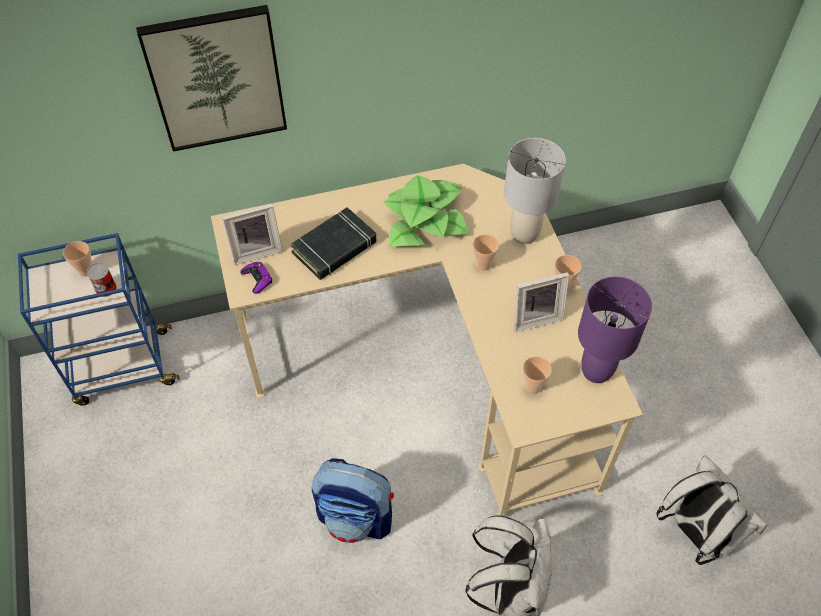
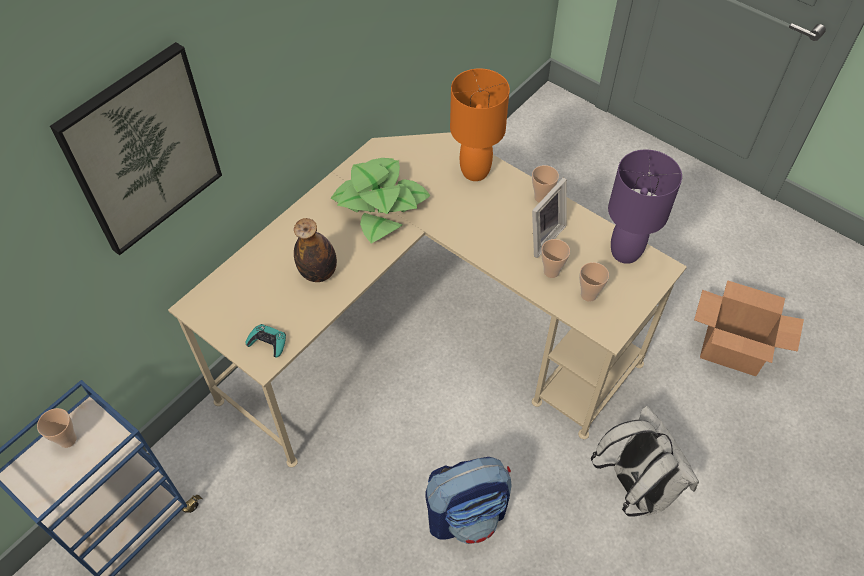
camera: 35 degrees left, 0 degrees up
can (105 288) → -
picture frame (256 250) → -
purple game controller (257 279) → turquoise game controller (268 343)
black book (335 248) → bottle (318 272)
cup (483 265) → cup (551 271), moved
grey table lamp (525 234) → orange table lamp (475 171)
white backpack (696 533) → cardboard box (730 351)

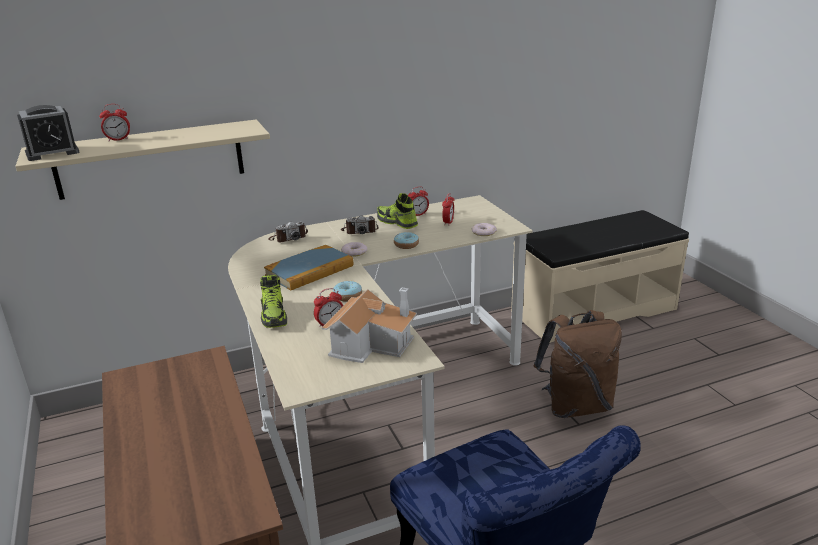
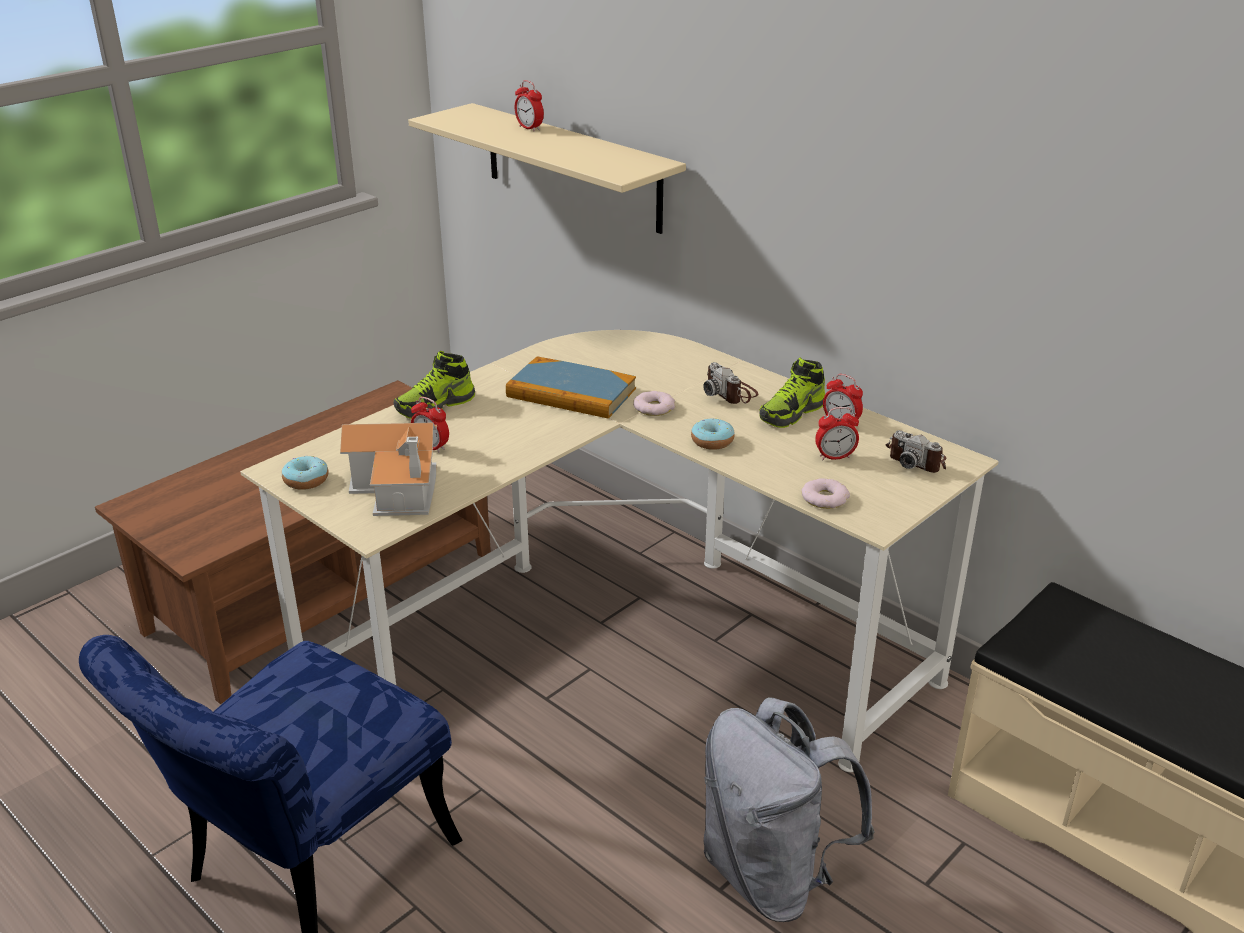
camera: 65 degrees right, 5 degrees up
alarm clock (52 153) → -
photo camera (288 238) → photo camera (917 460), moved
donut (347 296) → donut (306 480), moved
shoe (397 222) → shoe (792 413), 150 degrees counterclockwise
brown backpack (576 405) → grey backpack (772 875)

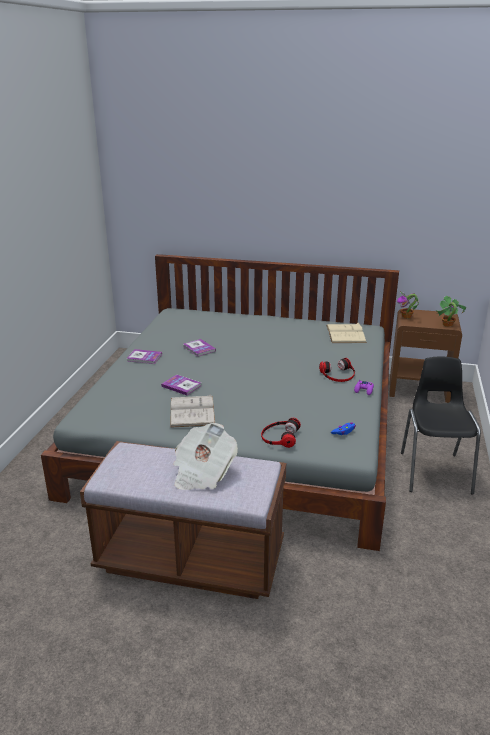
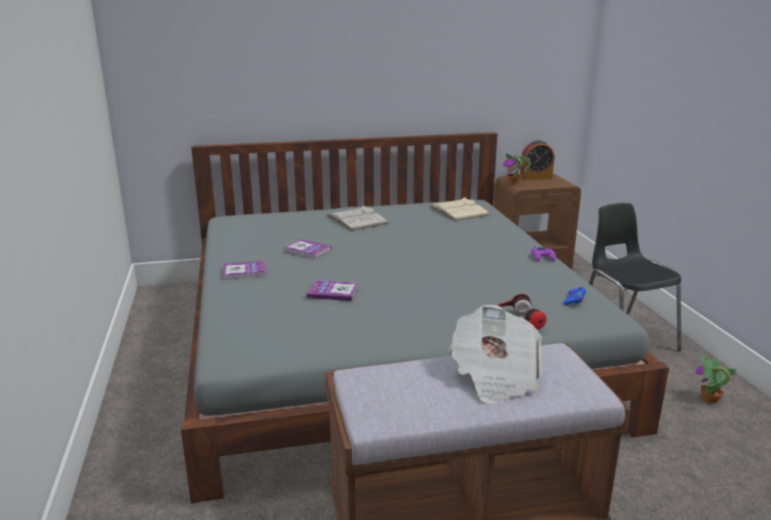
camera: 25 degrees left, 5 degrees down
white book (192 411) → white book (357 219), moved
headphones (338 374) → -
potted plant (447 325) → potted plant (710 399), moved
- → alarm clock (536 177)

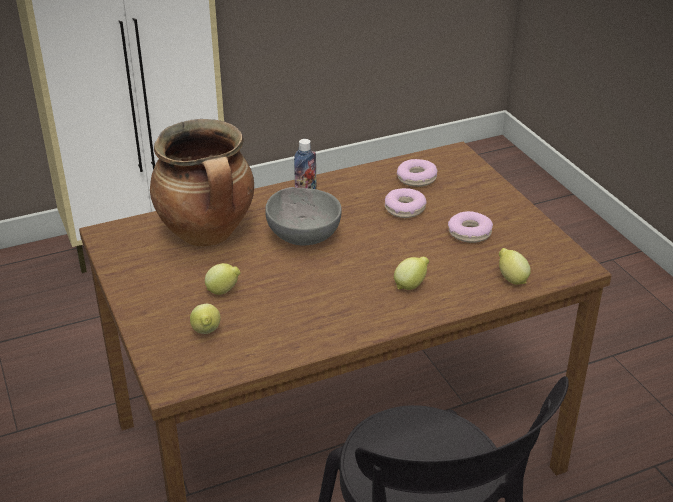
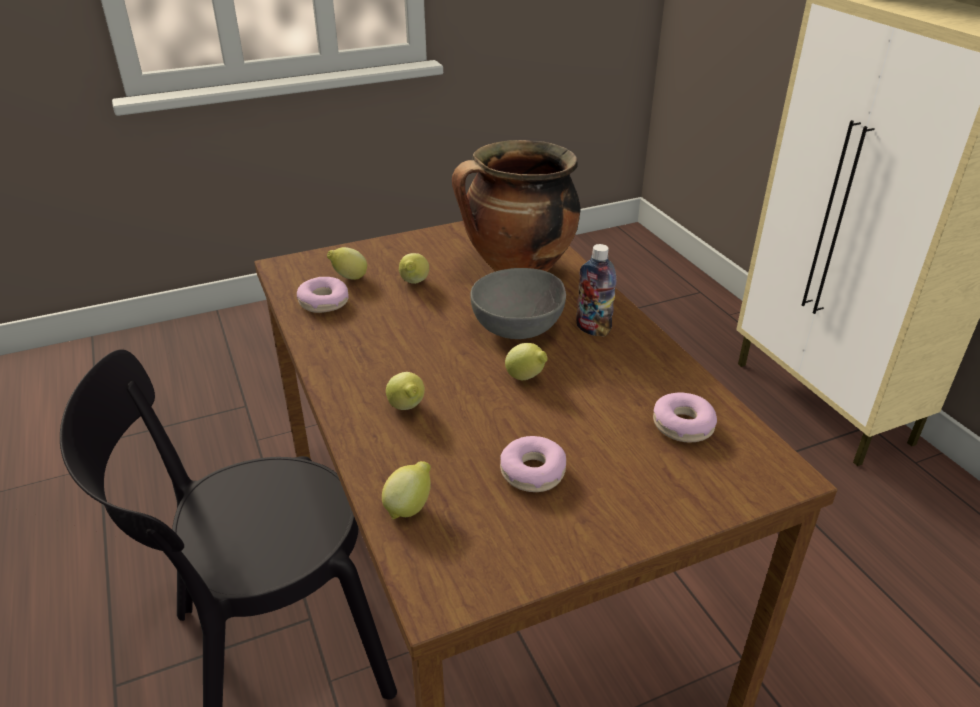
camera: 90 degrees right, 0 degrees up
donut (405 209) → donut (324 302), moved
- → lemon (526 378)

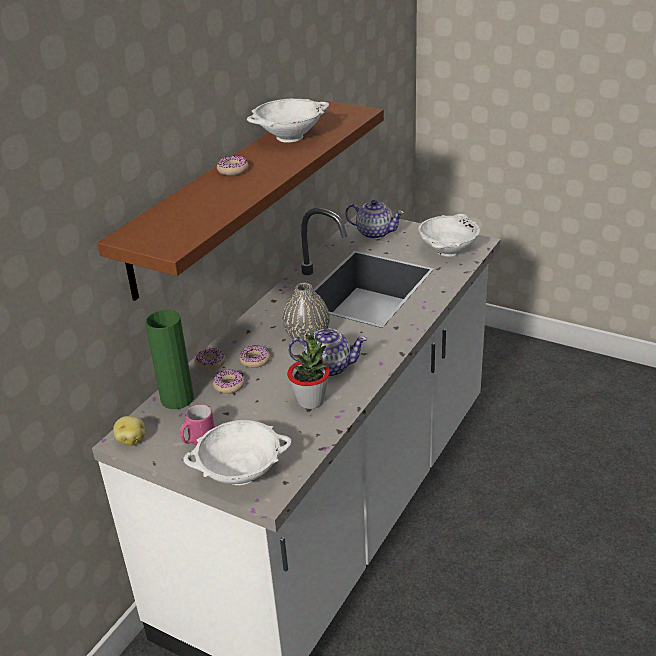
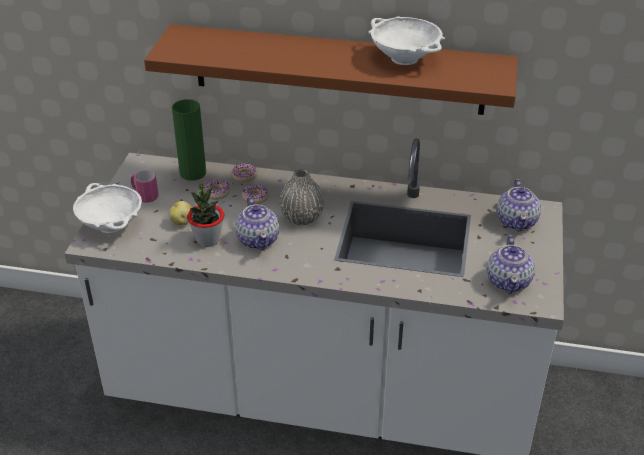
camera: 70 degrees right, 5 degrees up
potato (131 440) → potato (183 221), moved
donut (233 170) → -
white bowl (448 251) → teapot (509 281)

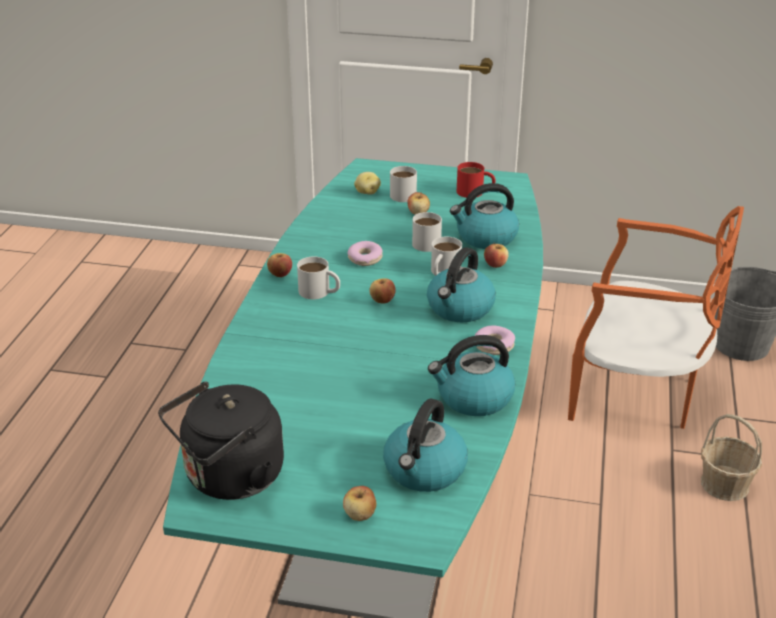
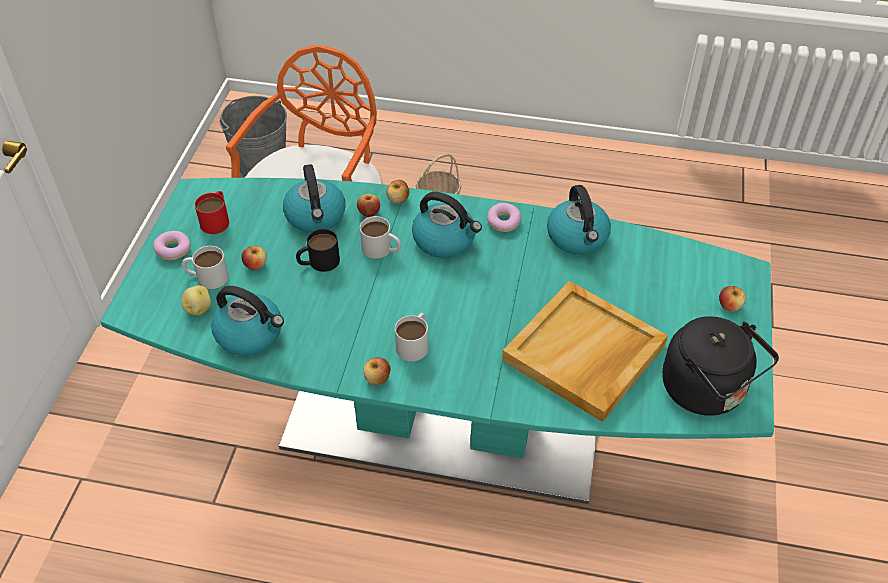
camera: 90 degrees left, 15 degrees up
donut (365 259) → donut (173 250), moved
apple (382 300) → apple (398 200), moved
kettle (424 470) → kettle (250 334), moved
white mug (423 241) → black mug (318 262)
- → beige tray (584 354)

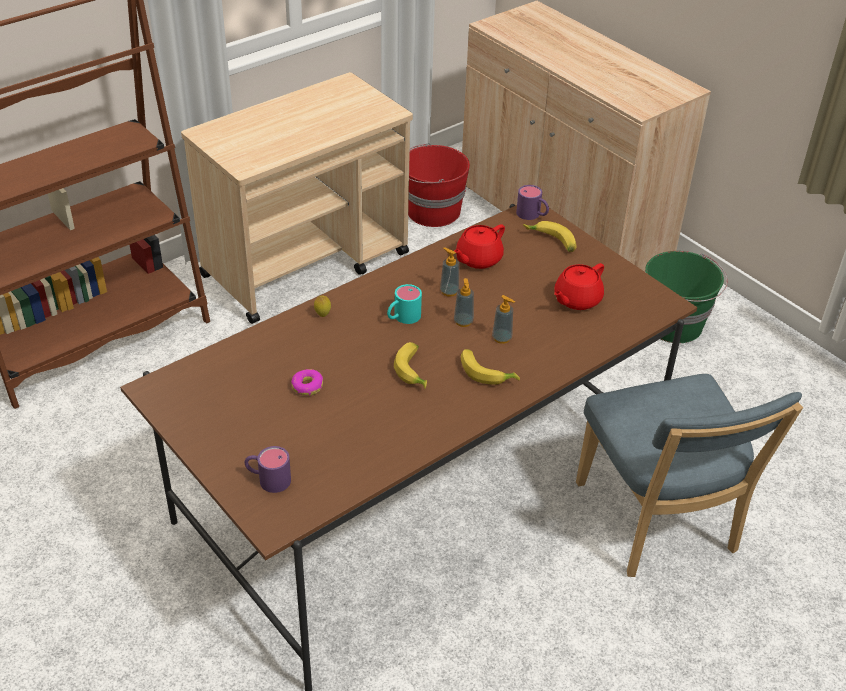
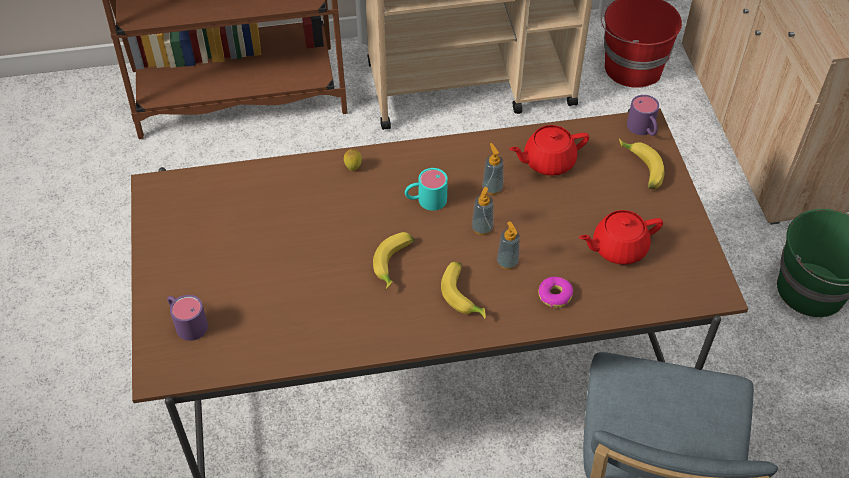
camera: 30 degrees right, 10 degrees up
donut (307 386) → donut (554 295), moved

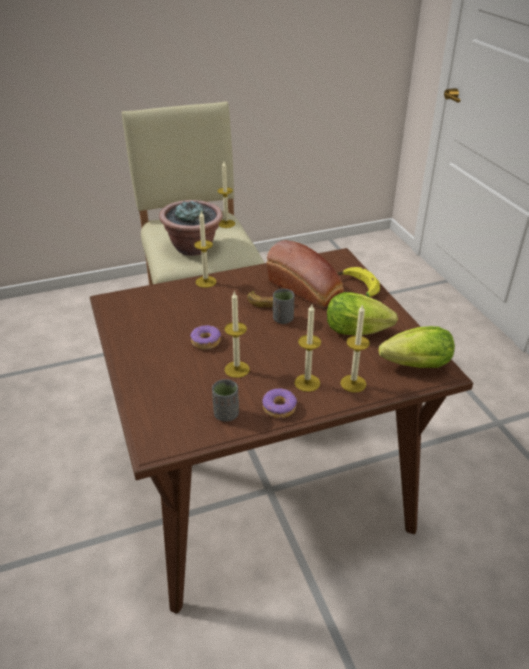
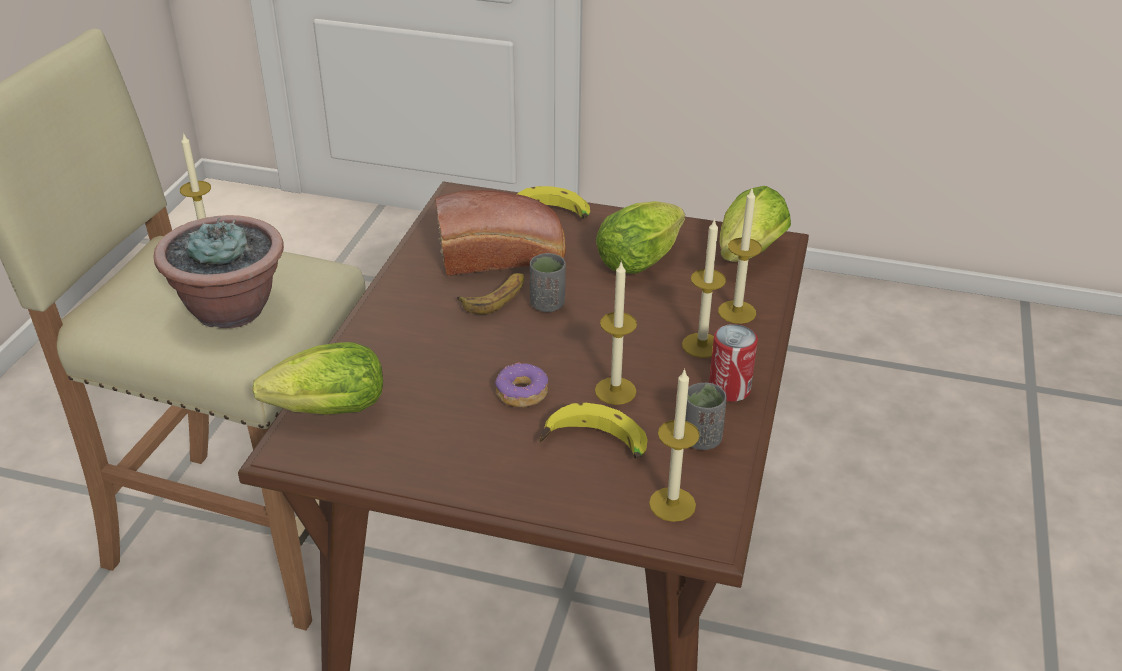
camera: 55 degrees left, 0 degrees up
candle (206 282) → candle (672 504), moved
donut (279 408) → can (729 389)
- → lettuce (322 412)
- → banana (593 446)

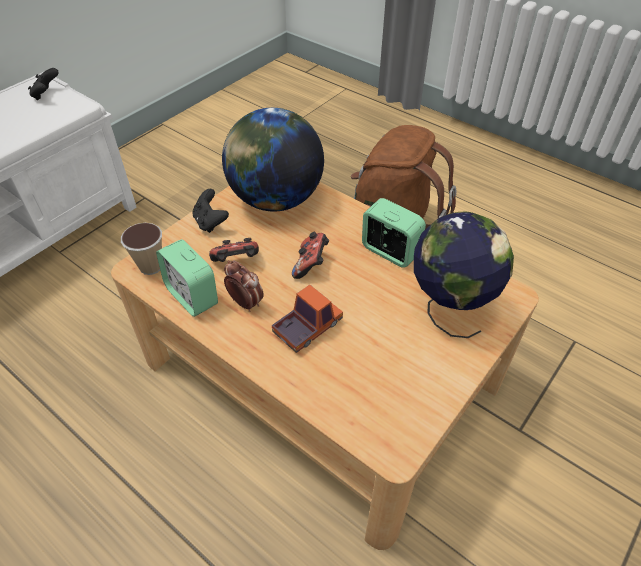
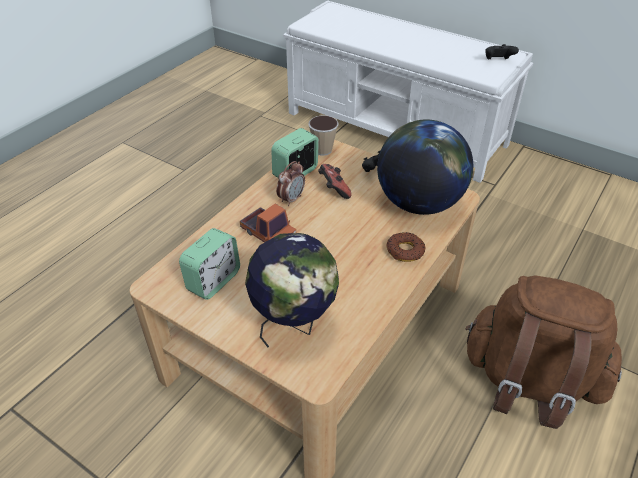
camera: 85 degrees right, 5 degrees down
game controller (311 264) → -
alarm clock (390 252) → alarm clock (213 281), moved
- → donut (405 251)

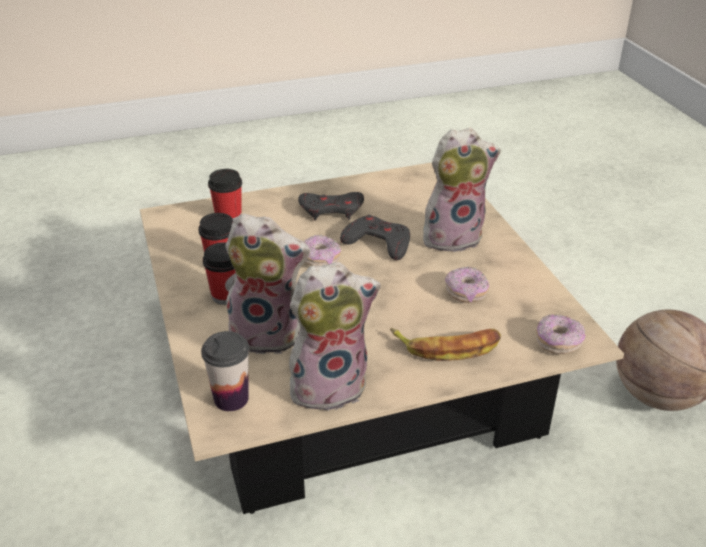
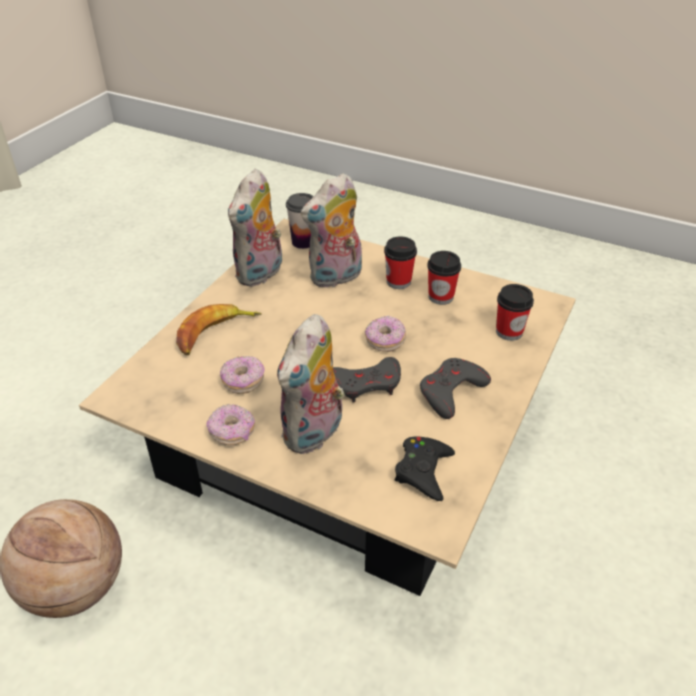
camera: 135 degrees right, 5 degrees up
donut (558 343) → donut (232 432), moved
- → black game controller (423 471)

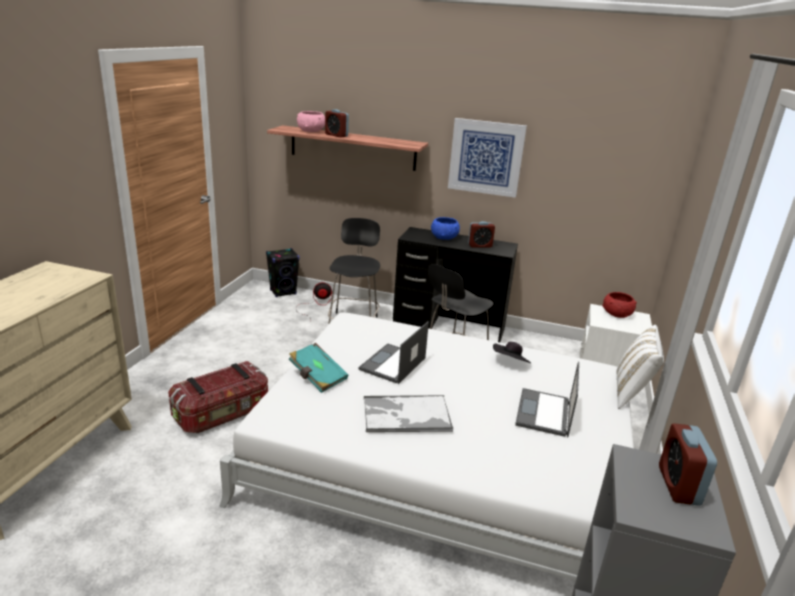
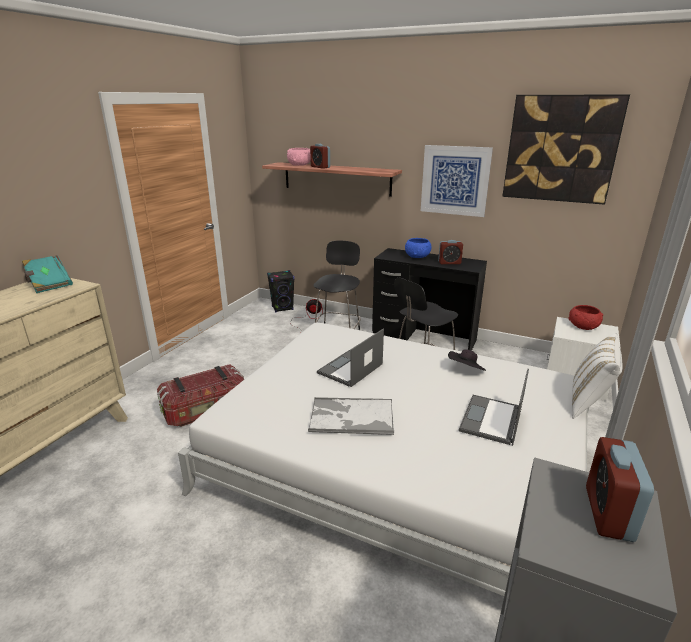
camera: 10 degrees right, 0 degrees up
turquoise book (317 377) → turquoise book (48 283), moved
- → picture (561 149)

